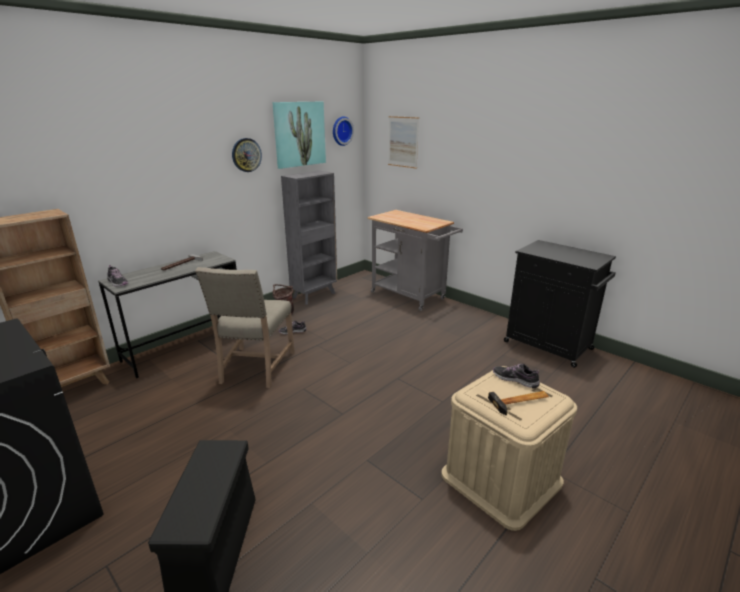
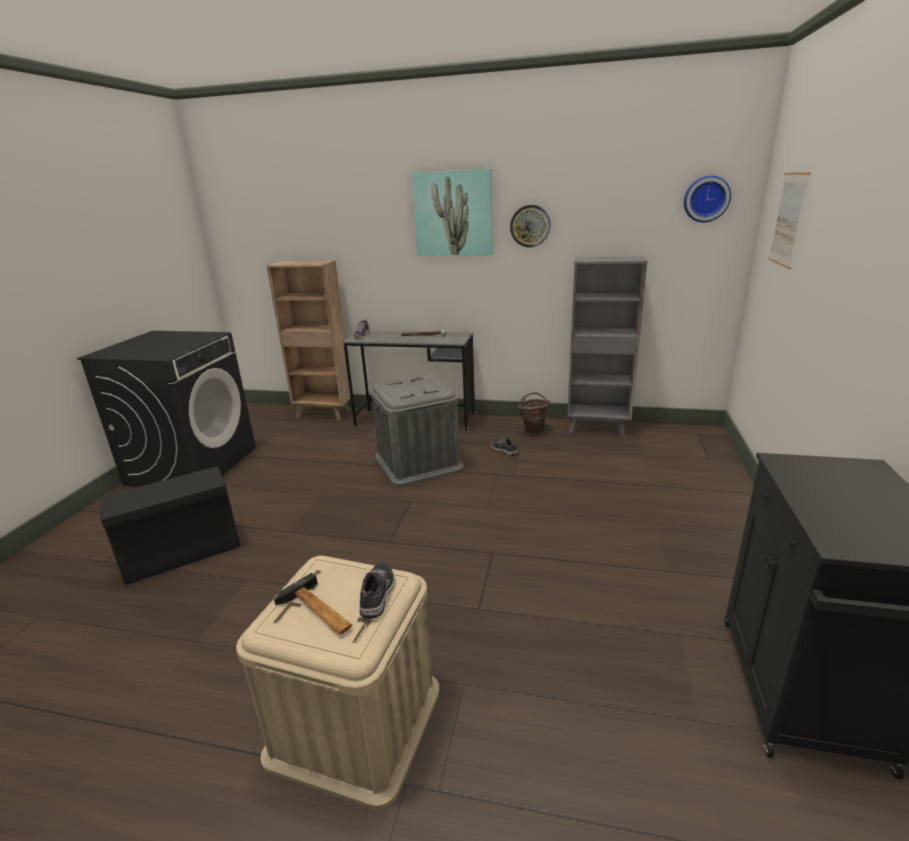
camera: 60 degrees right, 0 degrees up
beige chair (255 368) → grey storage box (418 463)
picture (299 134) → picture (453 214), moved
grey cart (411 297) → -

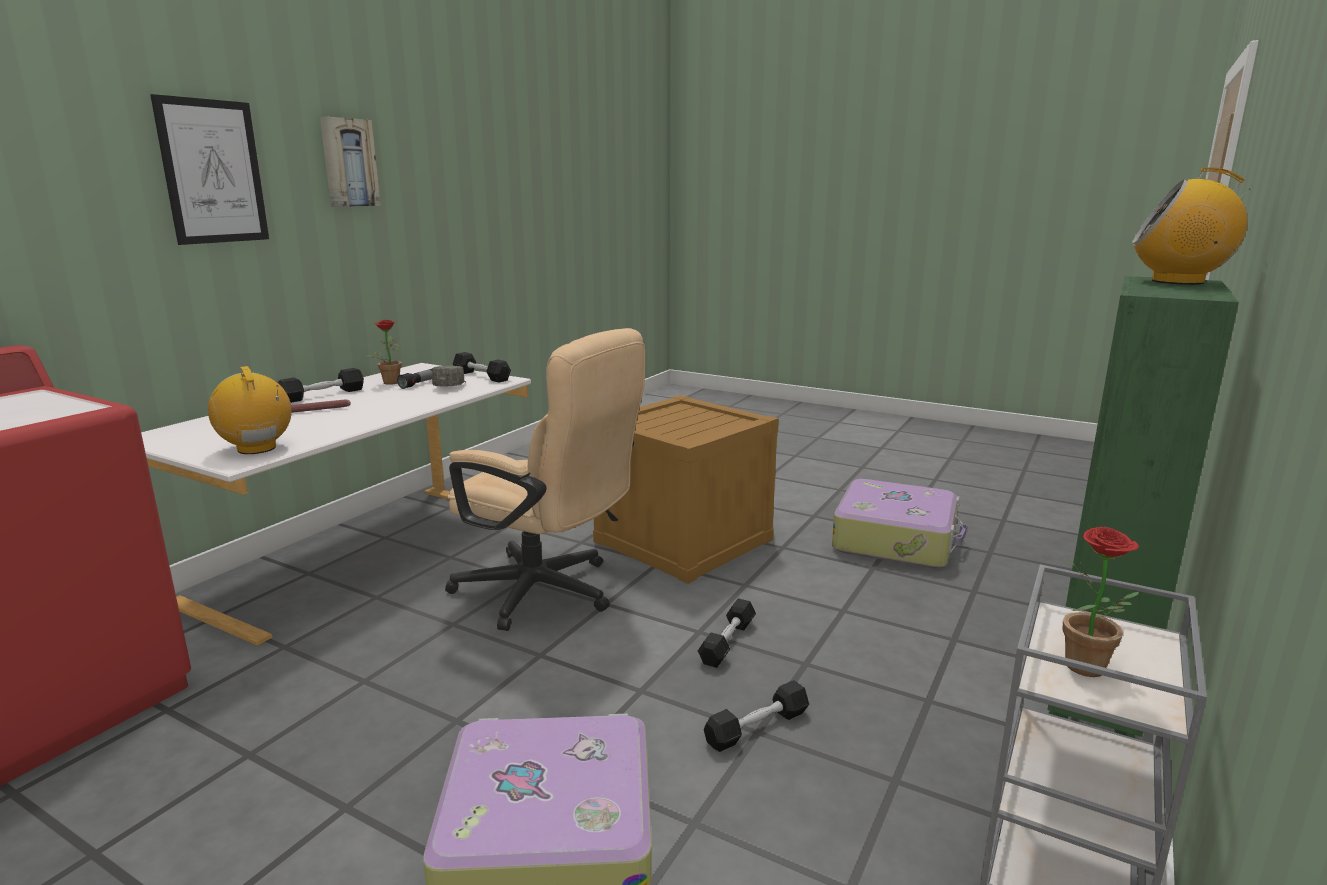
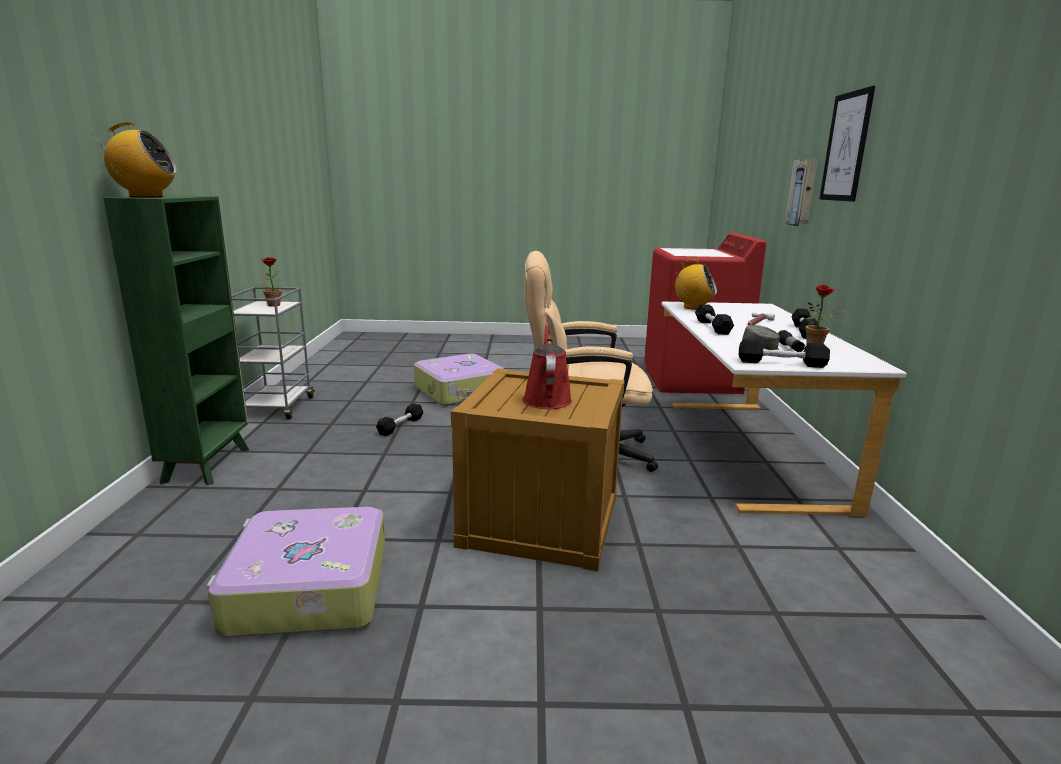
camera: 150 degrees right, 0 degrees up
picture (348 163) → picture (803 193), moved
black dumbbell (727 642) → black dumbbell (712 327), moved
- → red watering can (546 399)

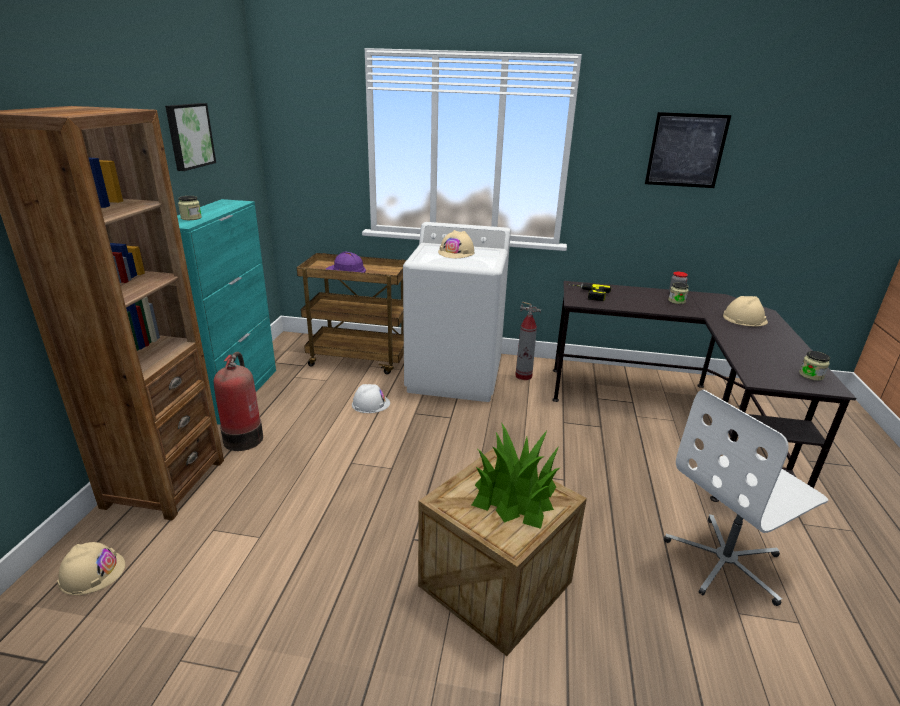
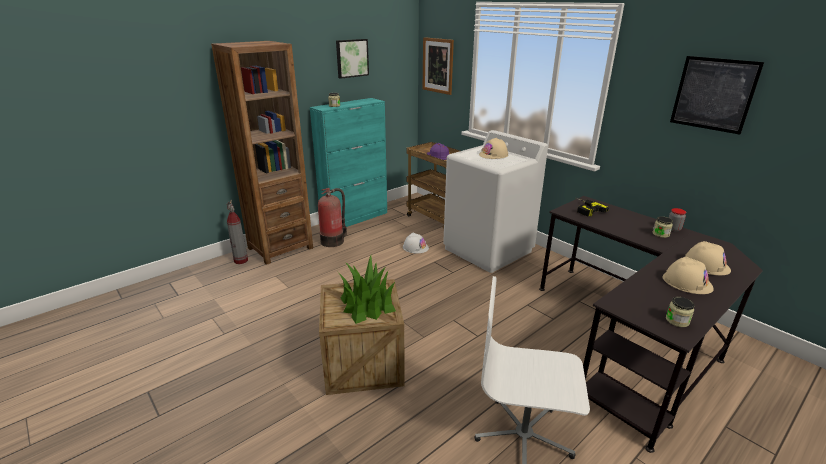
camera: 40 degrees right, 0 degrees up
beige hard hat (92 572) → beige hard hat (687 282), moved
fire extinguisher (523 376) → fire extinguisher (241 260), moved
- → picture (437 65)

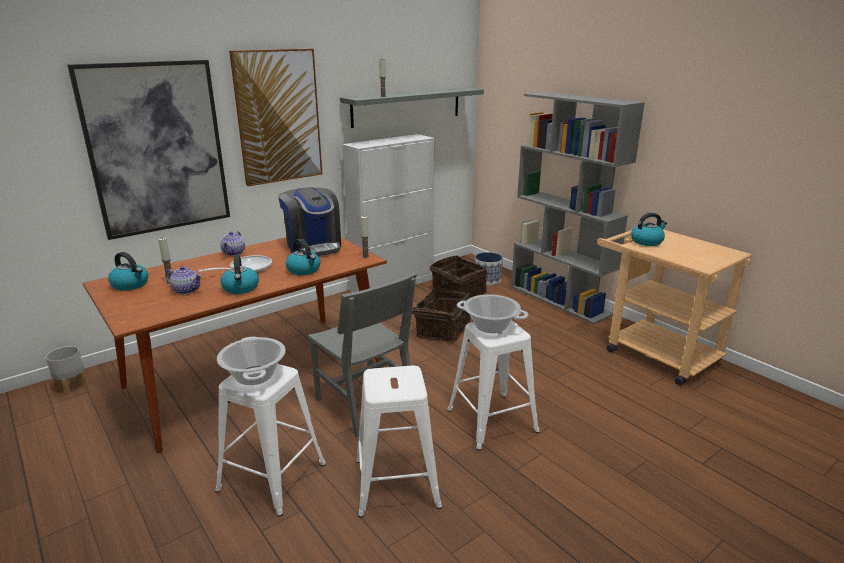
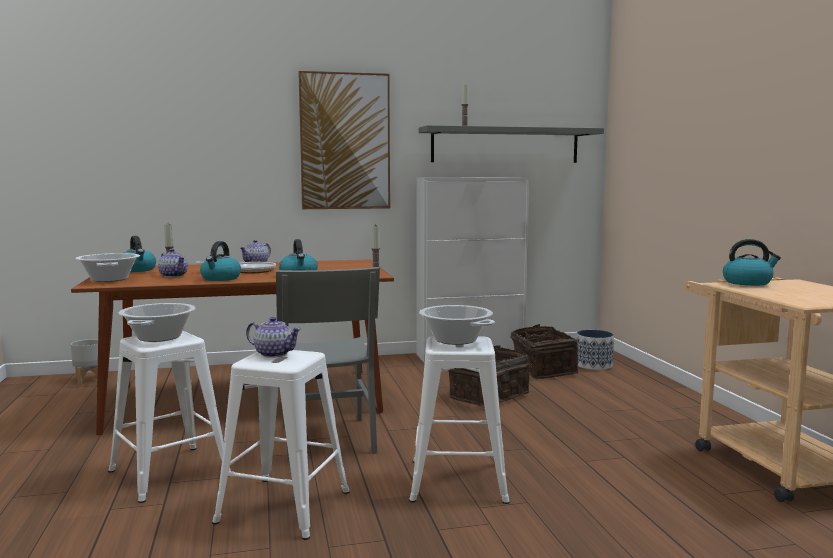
camera: 25 degrees right, 15 degrees down
picture (157 148) → -
coffee machine (313 246) → -
grey bookcase (560 300) → -
- → cooking pot (109 279)
- → teapot (274 354)

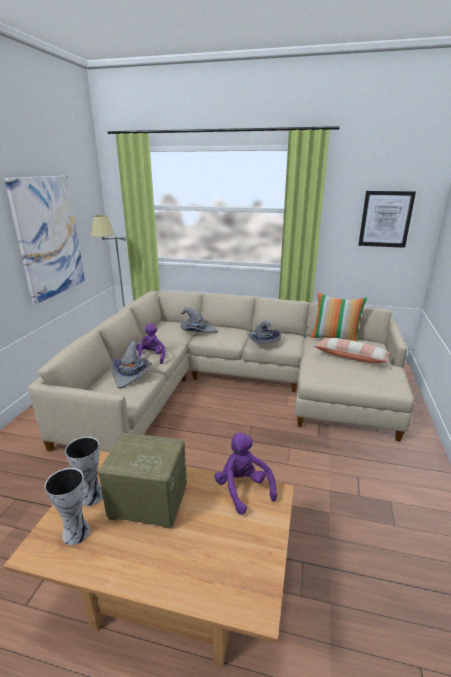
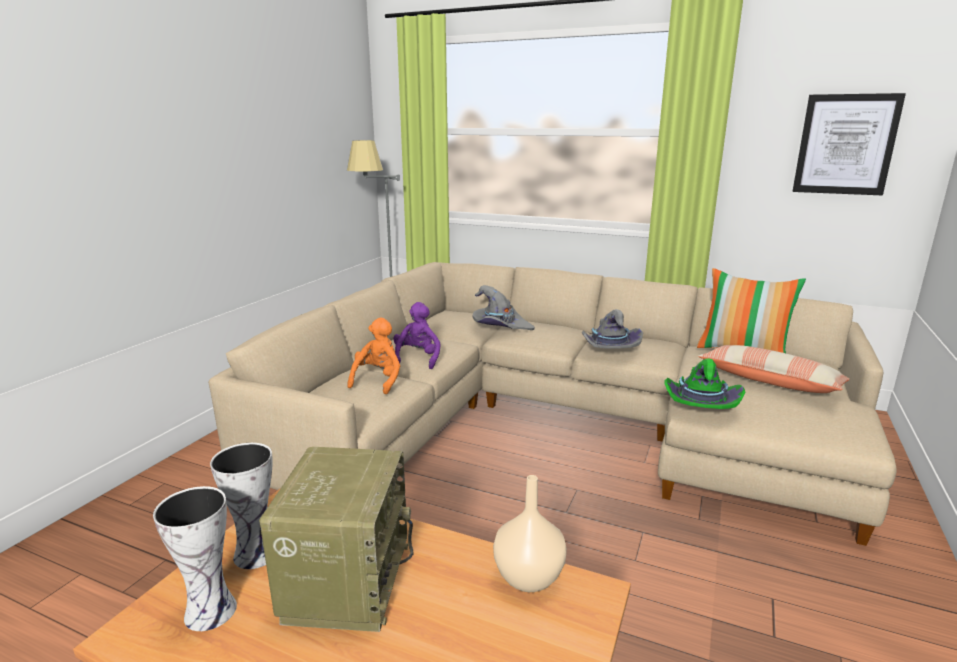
camera: 10 degrees right, 5 degrees down
picture (49 237) → -
radio (147 503) → radio (346 578), 75 degrees clockwise
grey hat (131 375) → orange plush toy (378 380)
purple plush toy (243 489) → beige vase (529 577)
- → green hat (699 404)

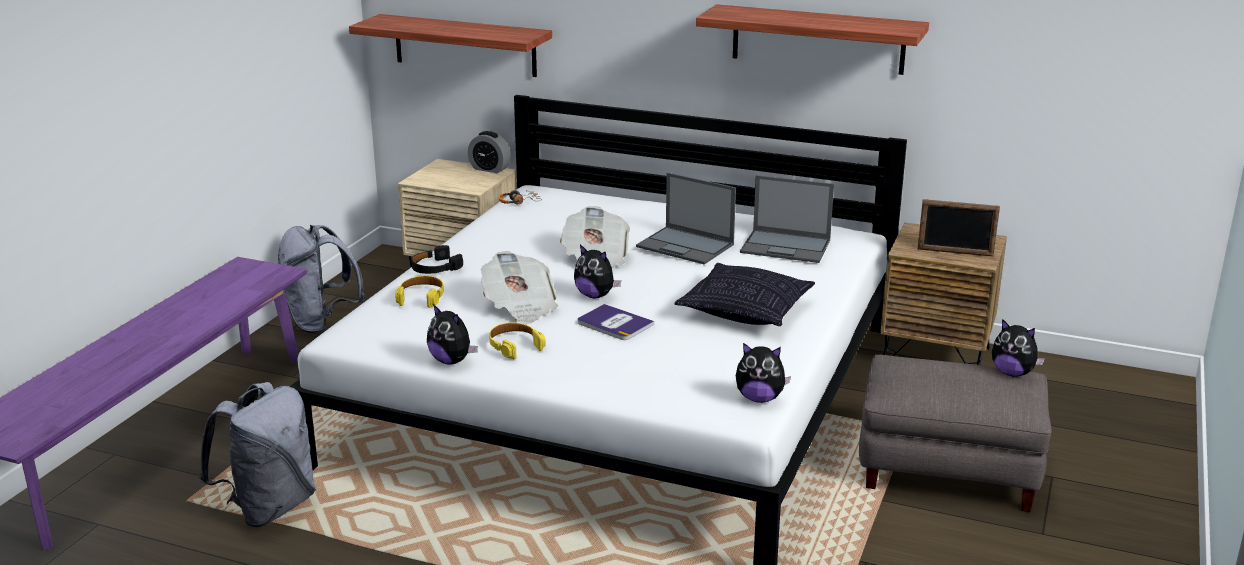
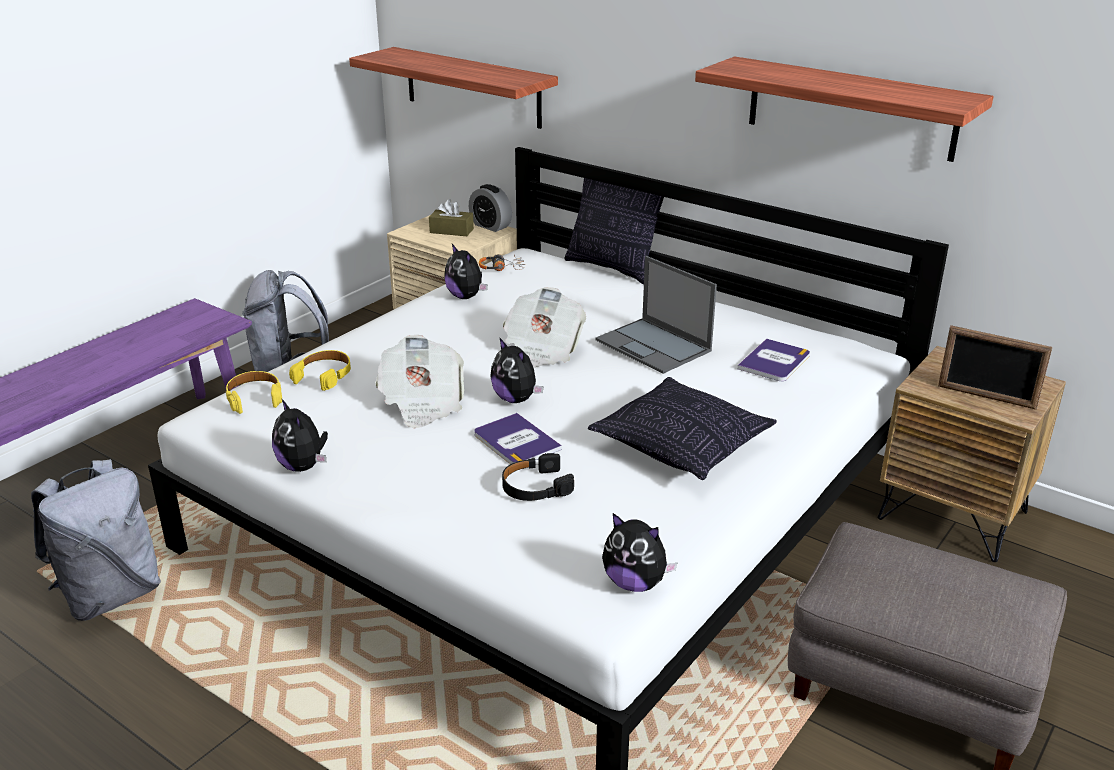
camera: 15 degrees right, 5 degrees up
black headphones (435 268) → black headphones (535 487), moved
yellow headphones (514 346) → yellow headphones (254 397), moved
laptop (786 246) → book (774 361)
plush toy (1013 373) → plush toy (466 296), moved
- → brown tissue box (451 231)
- → pillow (612 268)

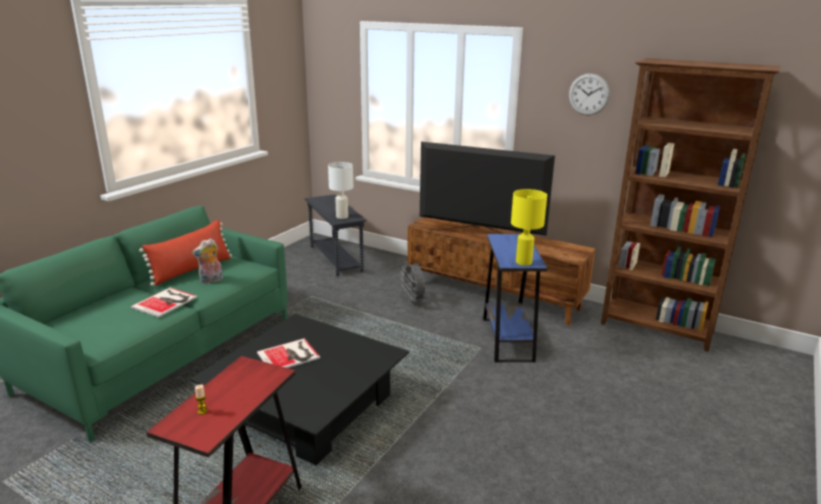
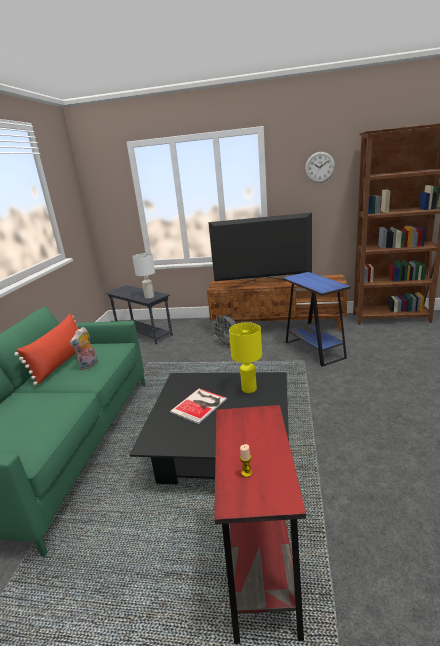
camera: 20 degrees left, 0 degrees up
book (166 302) → -
yellow table lamp (524 262) → yellow table lamp (249 389), moved

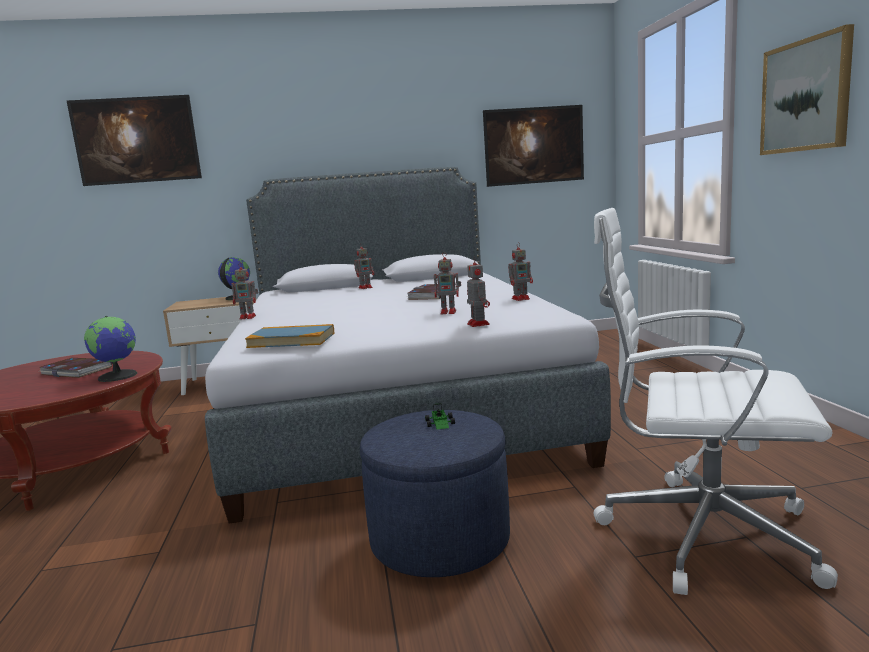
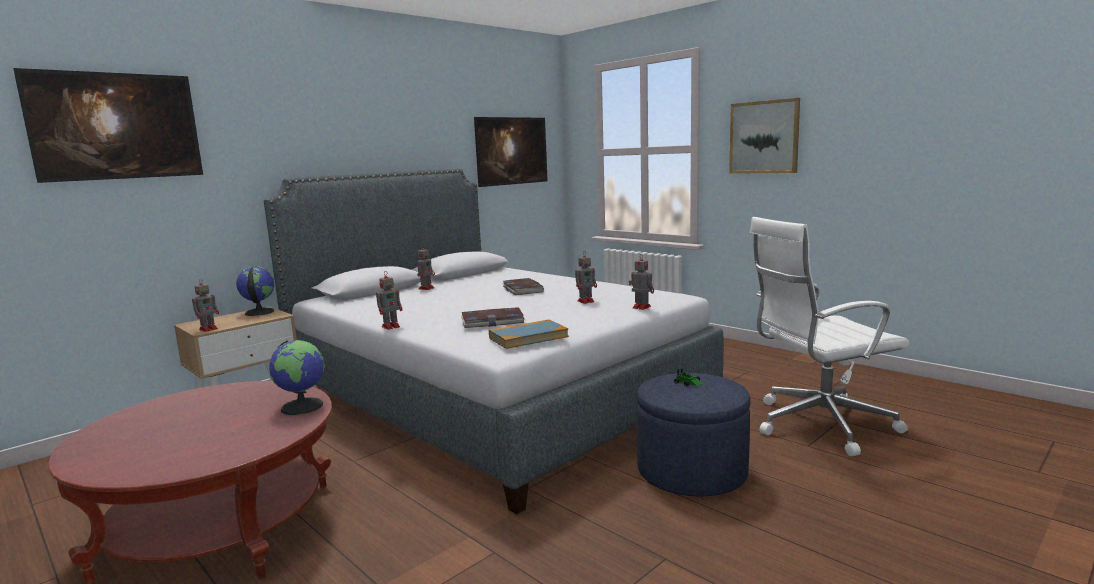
camera: 35 degrees left, 0 degrees up
book (77 371) → book (493 321), moved
toy robot (521 298) → toy robot (209 329), moved

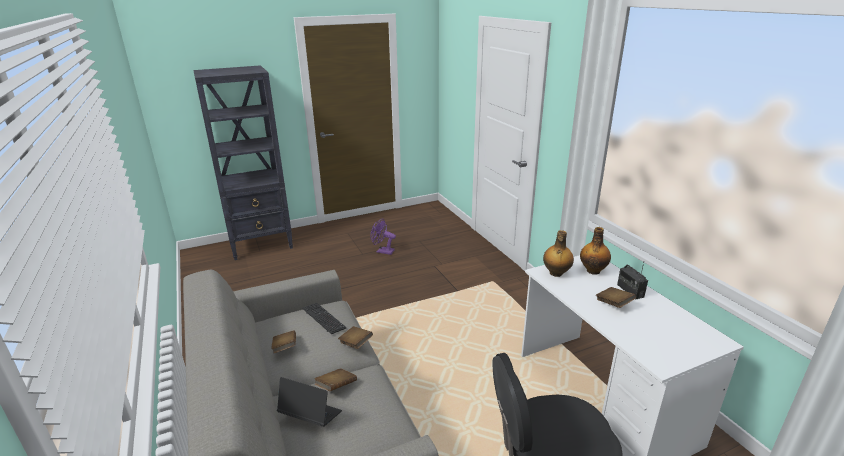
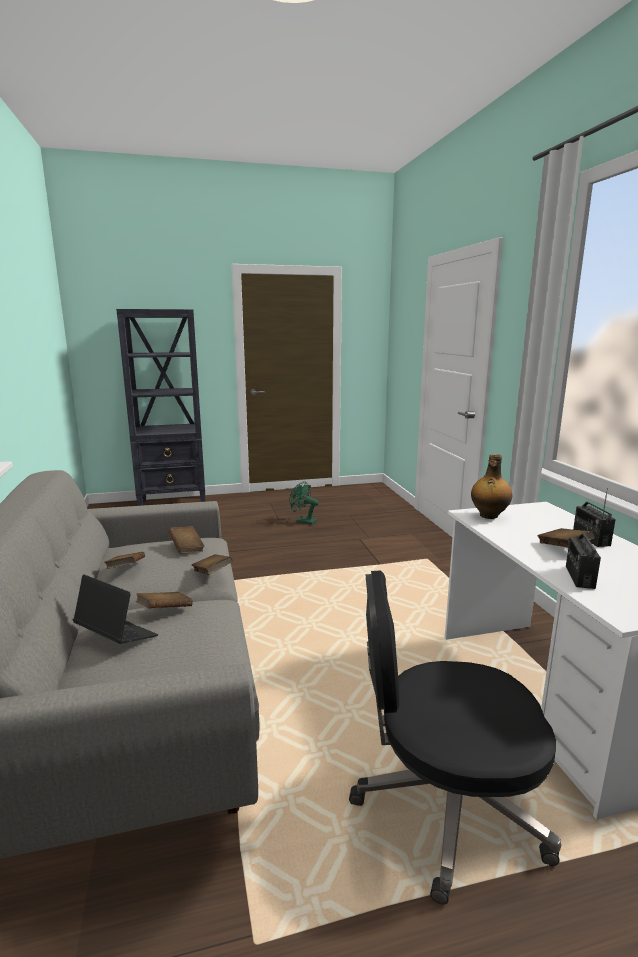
camera: 10 degrees right, 10 degrees down
keyboard (324 319) → brown book (187 548)
purple fan (382 251) → green fan (303 521)
bottle (593 270) → -
- → radio (579 577)

